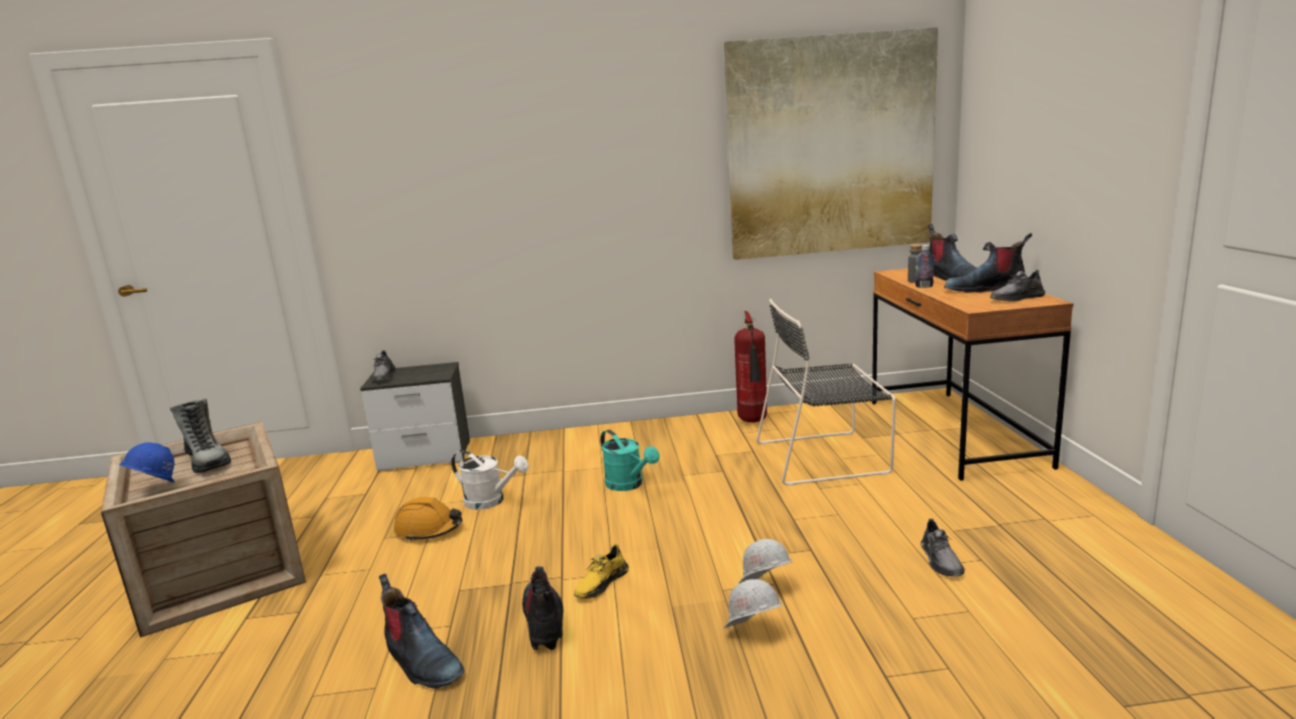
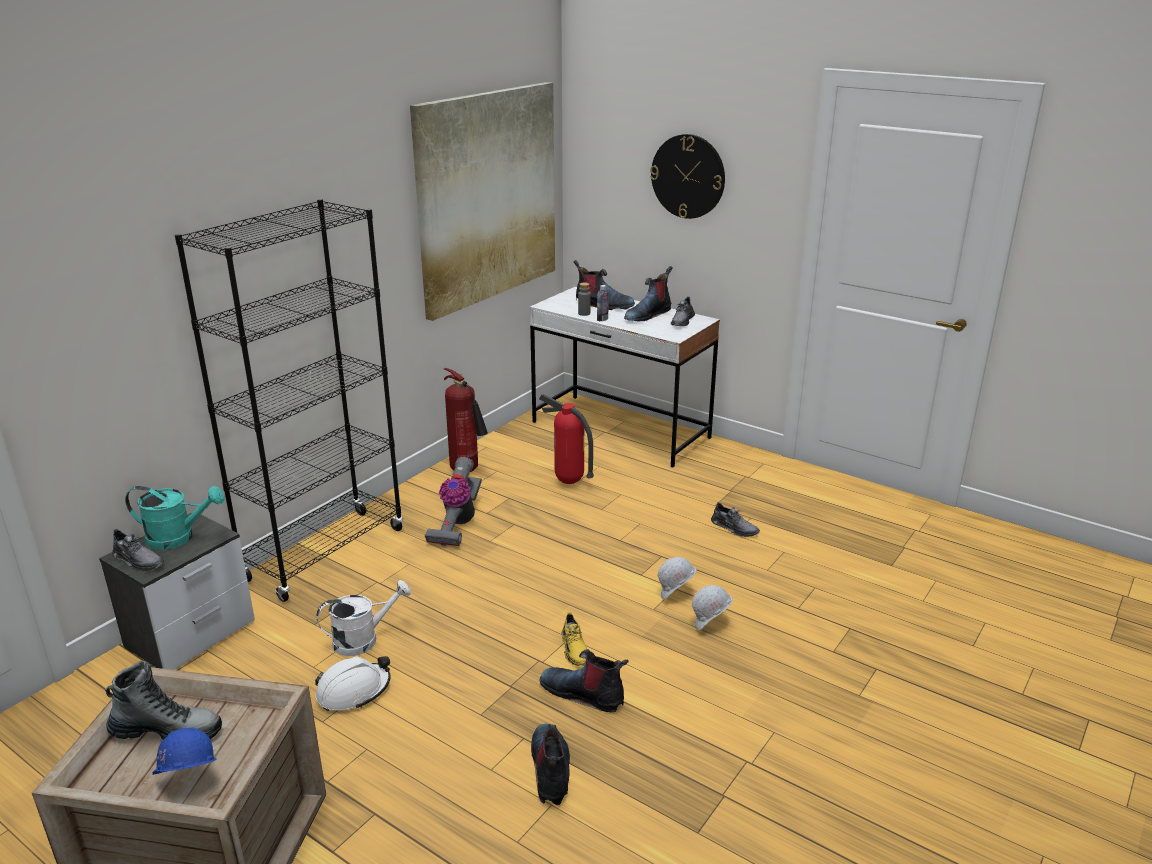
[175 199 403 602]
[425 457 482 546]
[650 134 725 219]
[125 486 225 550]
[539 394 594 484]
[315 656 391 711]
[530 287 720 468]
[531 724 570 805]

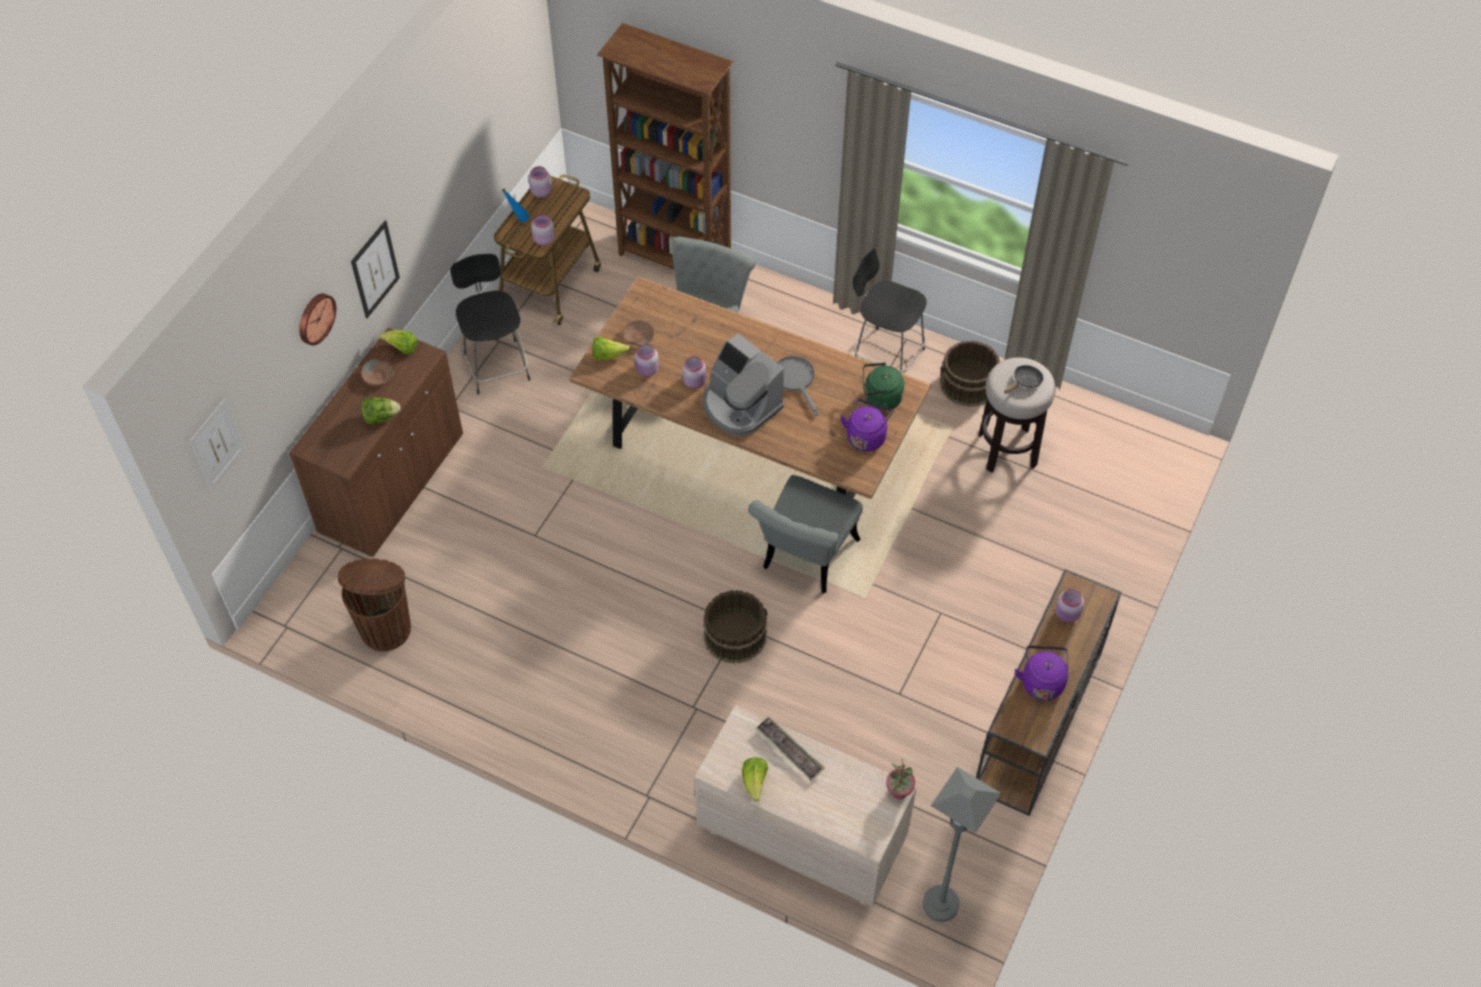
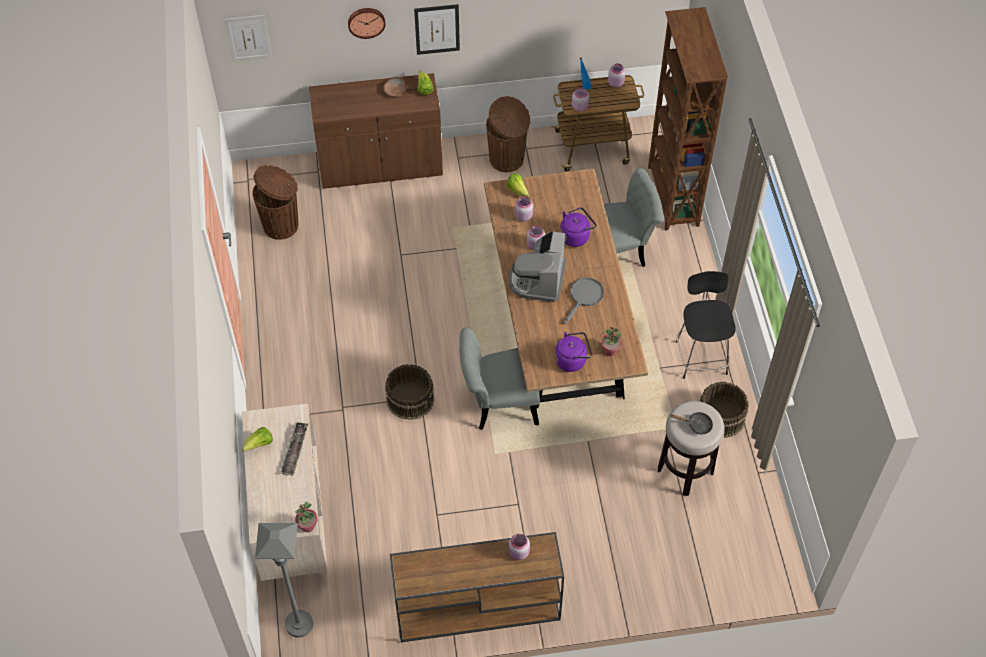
[361 397 400 425] (first image)
[622 320 654 346] (first image)
[560 207 597 247]
[486 96 531 172]
[601 327 622 356]

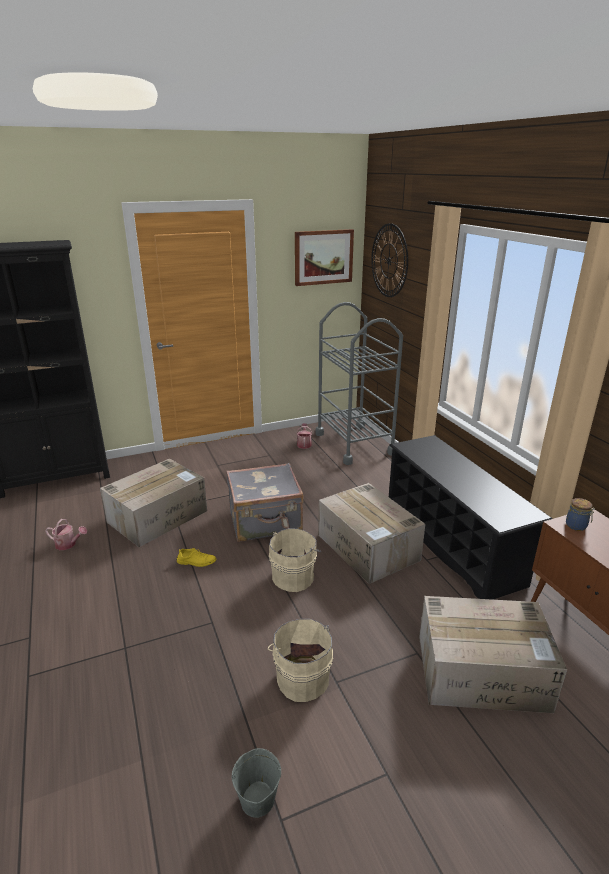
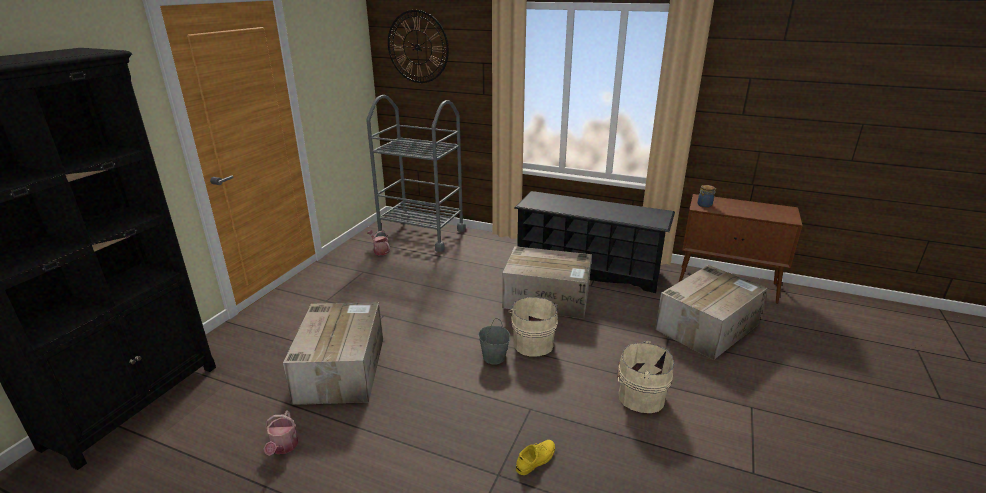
[226 463 304 542] (first image)
[295 229 354 286] (first image)
[516 440 555 475]
[478 318 510 365]
[264 410 298 456]

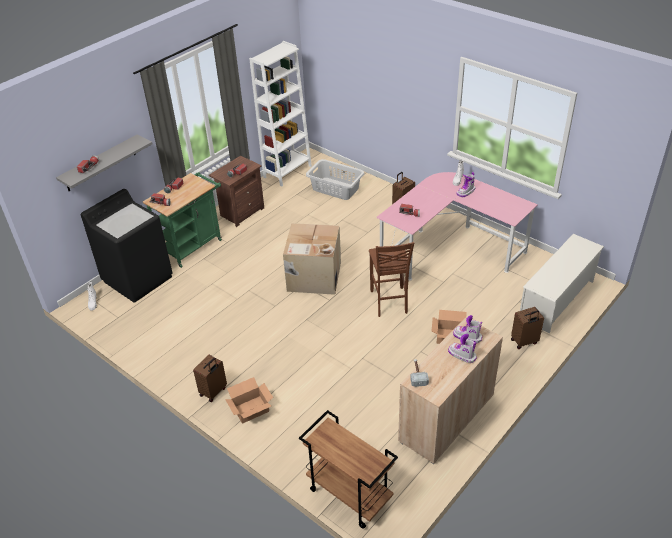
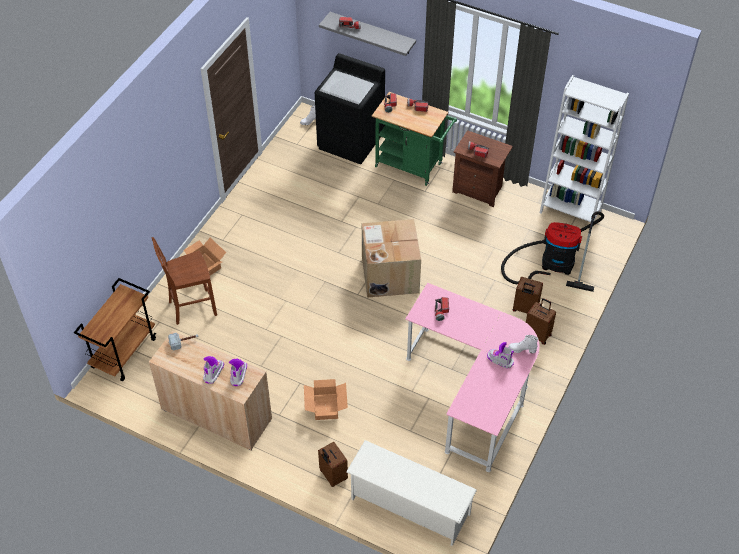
[513 277 543 313]
[152 237 217 325]
[501 211 604 292]

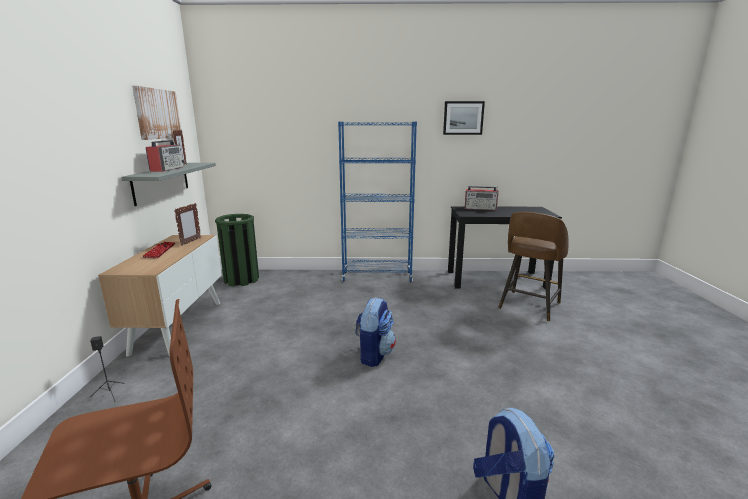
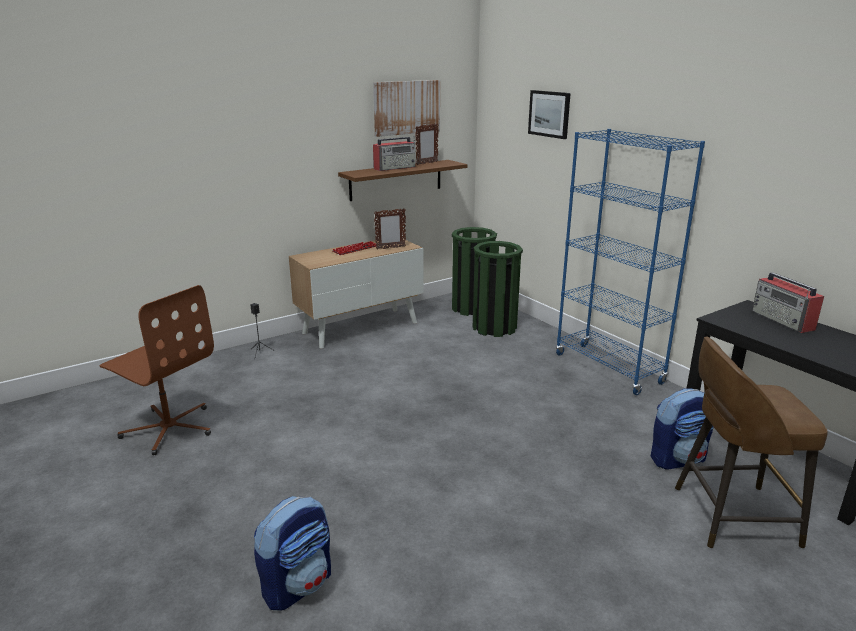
[473 241 523 337]
[651 389 714 470]
[528 90 571 139]
[338 160 467 201]

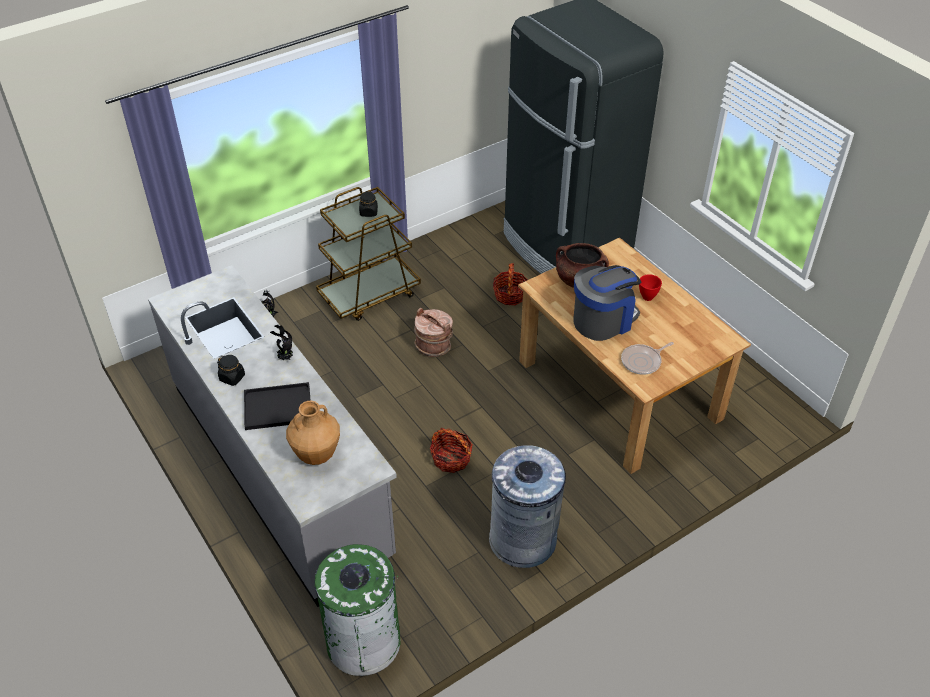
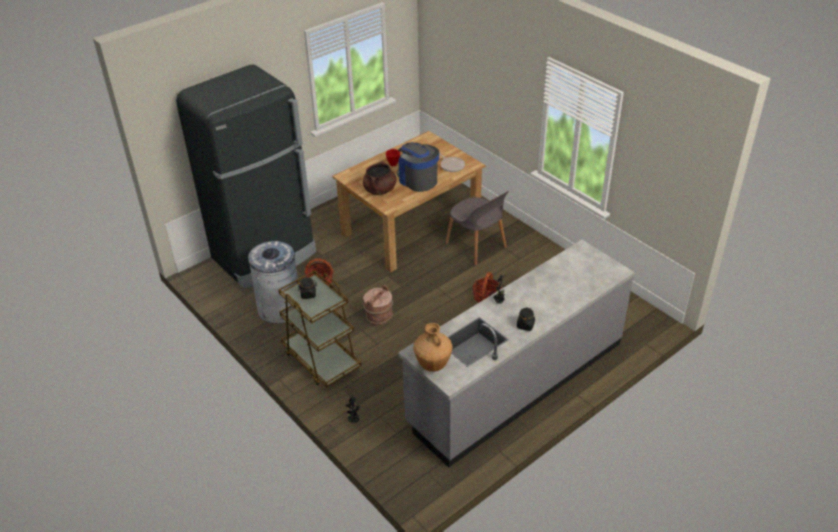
[244 382 310 430] (first image)
[315 544 400 676] (first image)
[445 191 509 265]
[413 323 453 372]
[248 241 298 324]

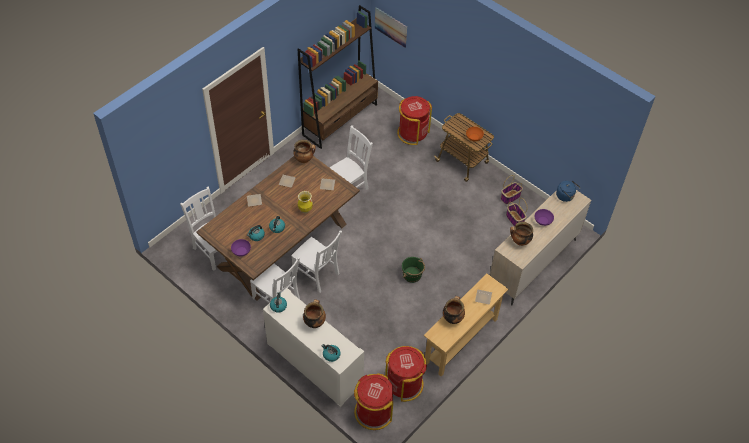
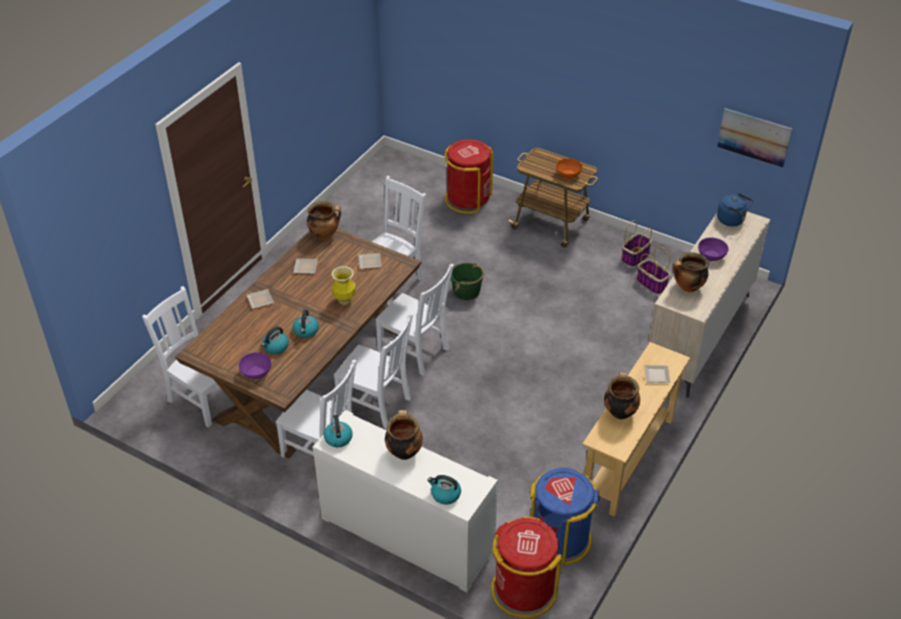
[298 5 378 149] (first image)
[375 264 454 376]
[717 108 792 168]
[451 263 485 300]
[530 468 599 565]

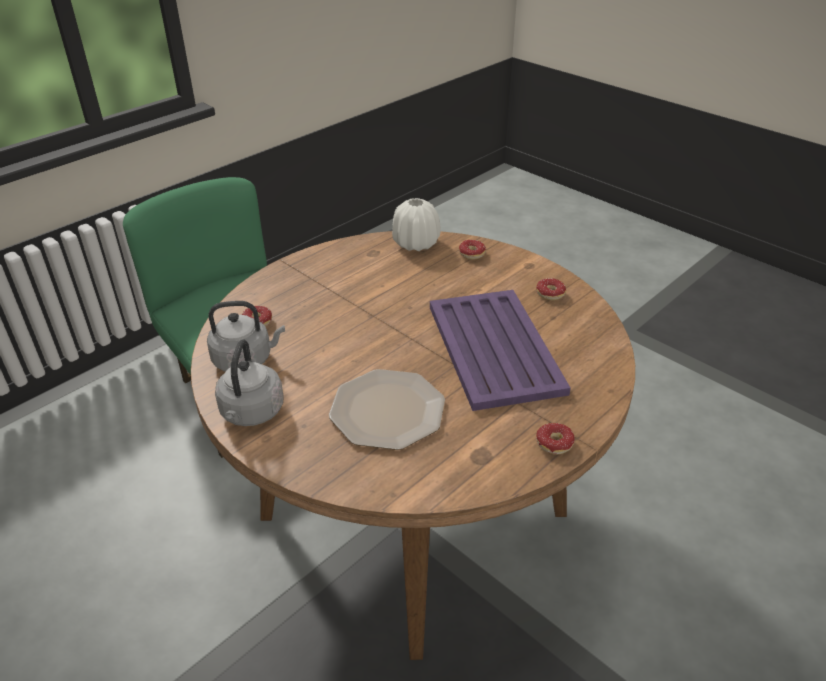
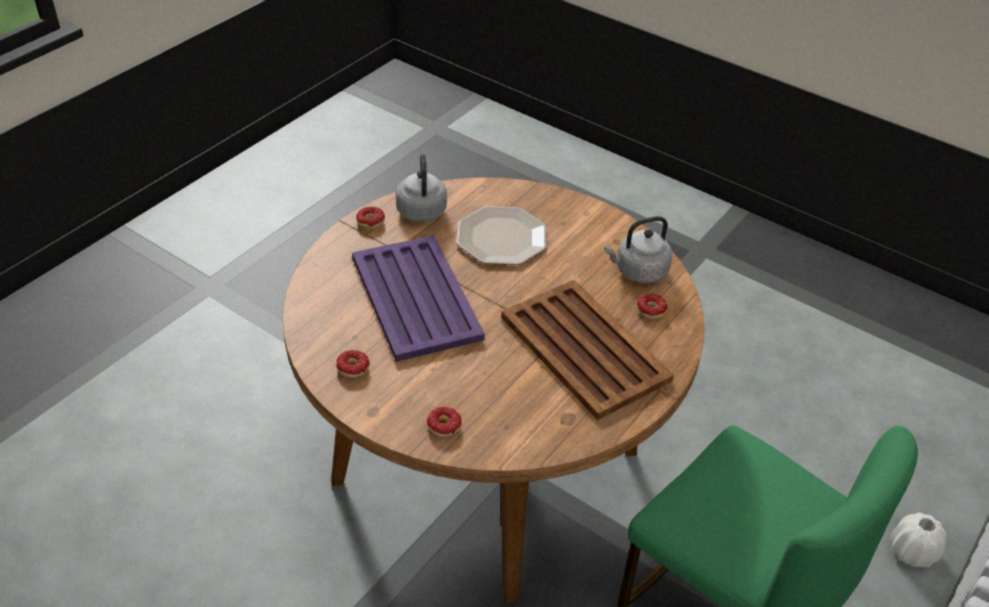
[501 280 674 420]
[396 154 447 222]
[891 512 947 567]

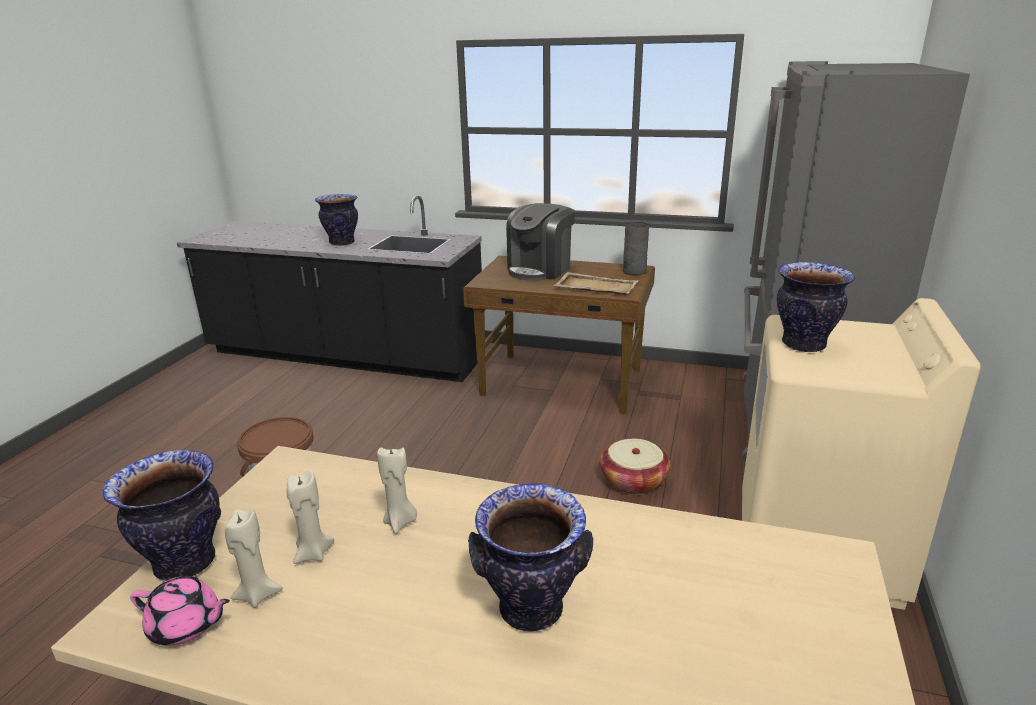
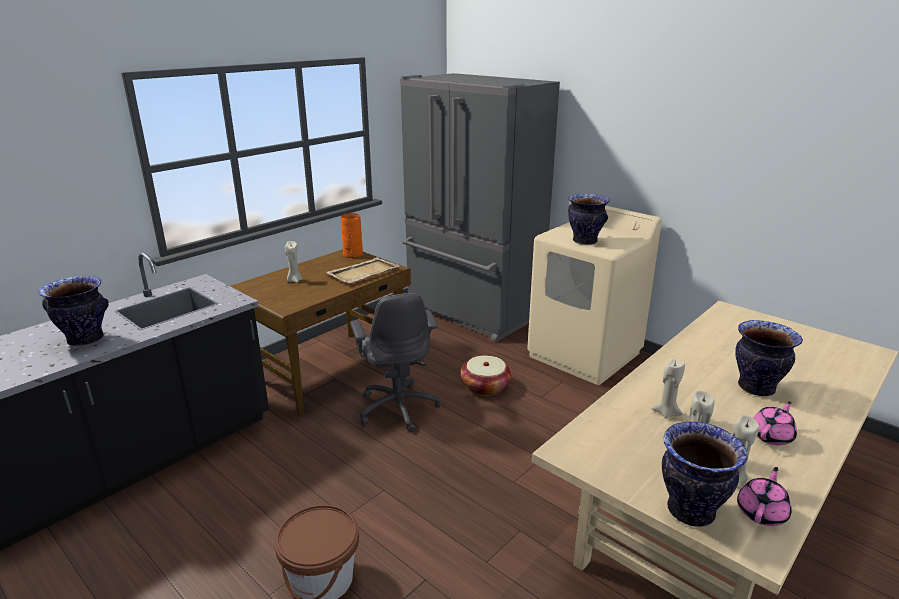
[350 293 440 432]
[753 401 797 445]
[285 241 302 283]
[341 213 363 258]

